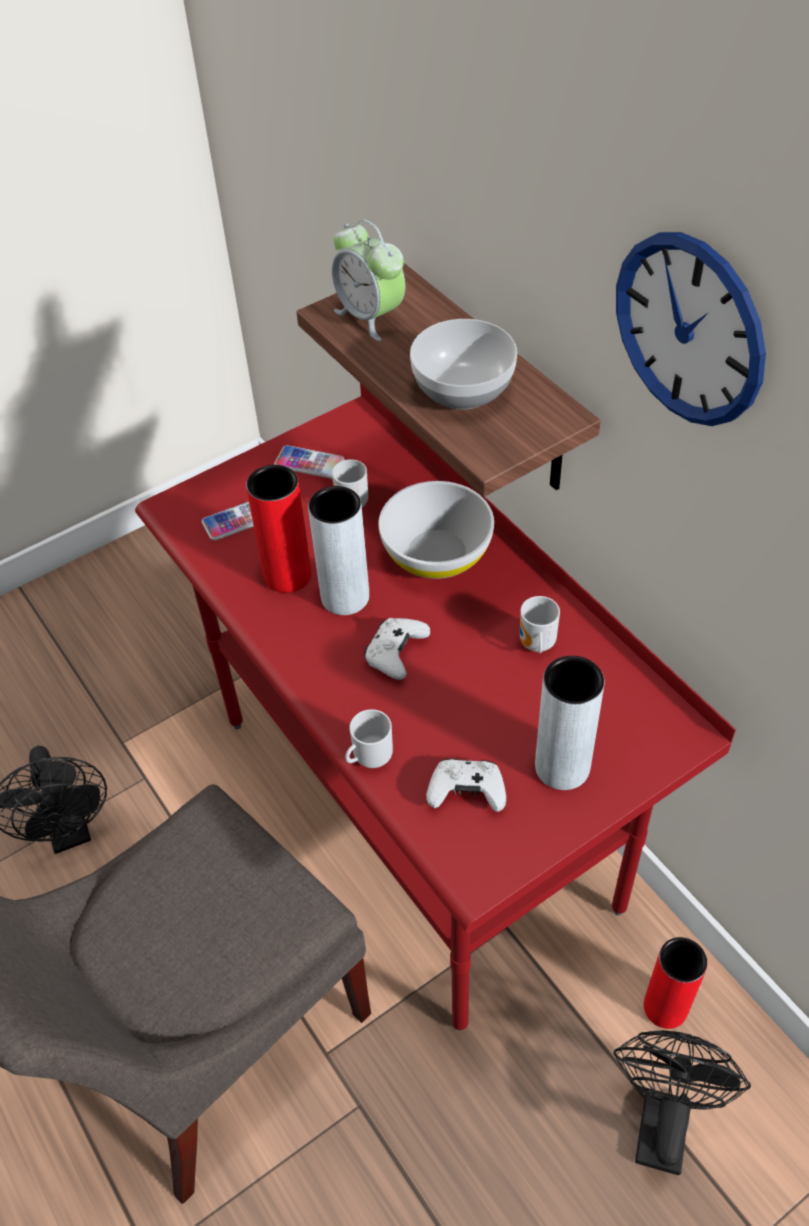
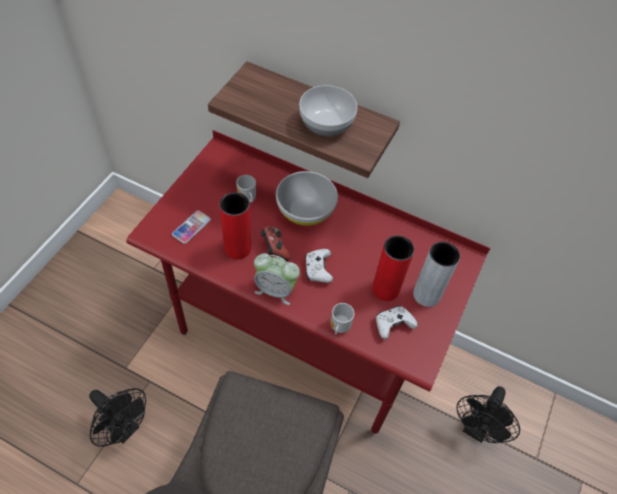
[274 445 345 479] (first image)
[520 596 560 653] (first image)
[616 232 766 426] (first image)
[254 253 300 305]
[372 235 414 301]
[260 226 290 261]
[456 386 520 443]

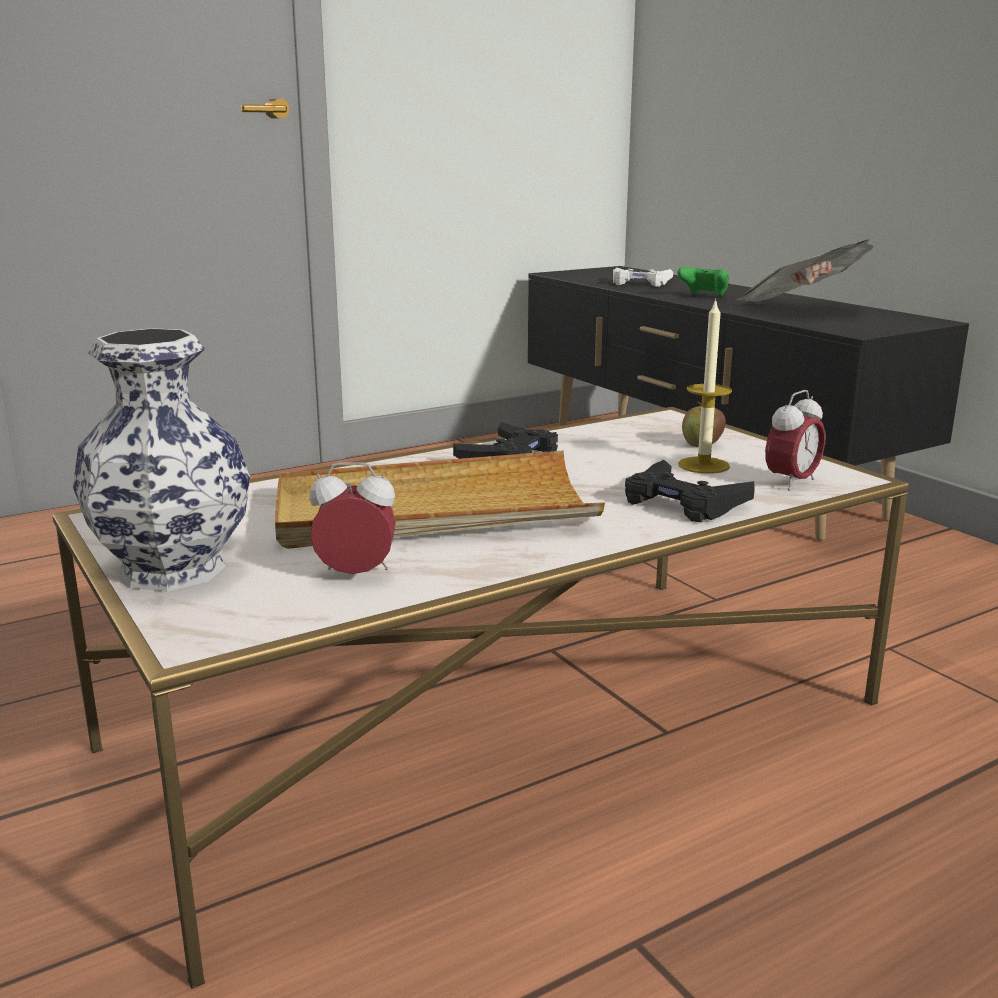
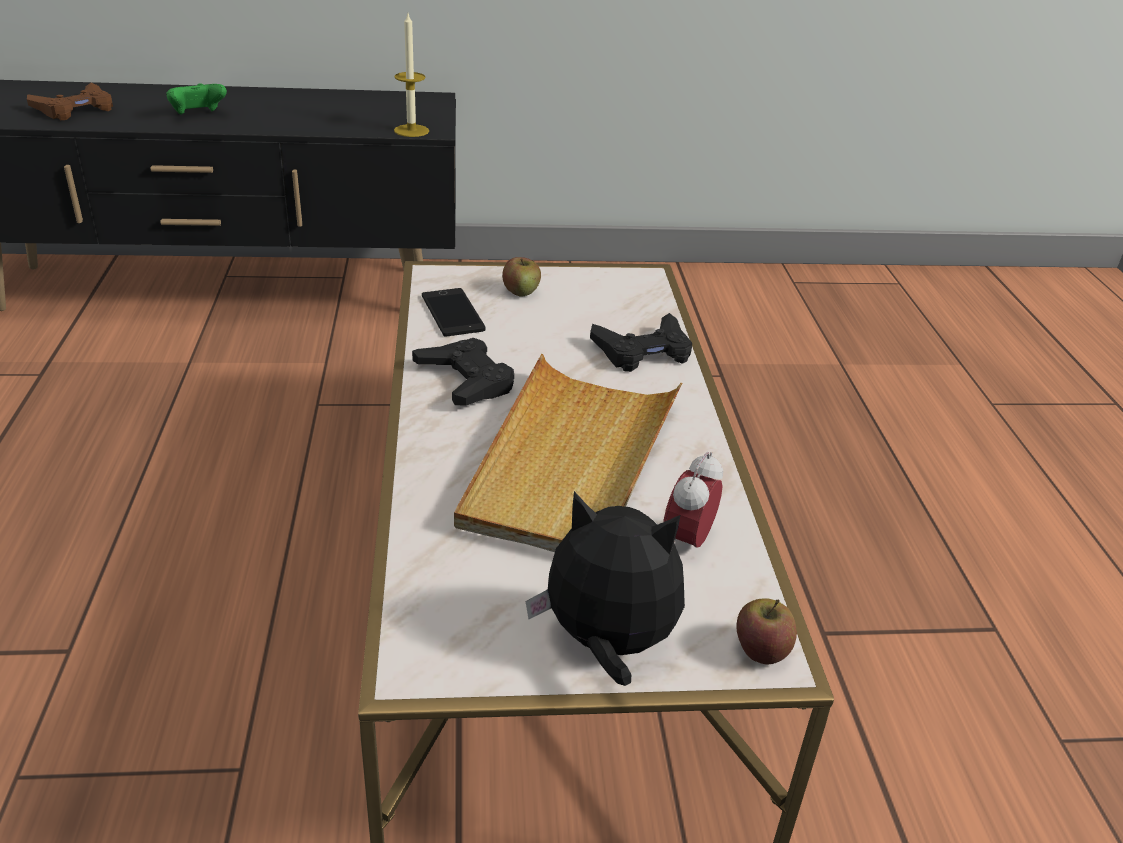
[736 239 874 302] (first image)
[765 390 825 491] (first image)
[422 288 485 336]
[737 598 797 664]
[394 14 429 137]
[526 491 685 686]
[27 83 113 120]

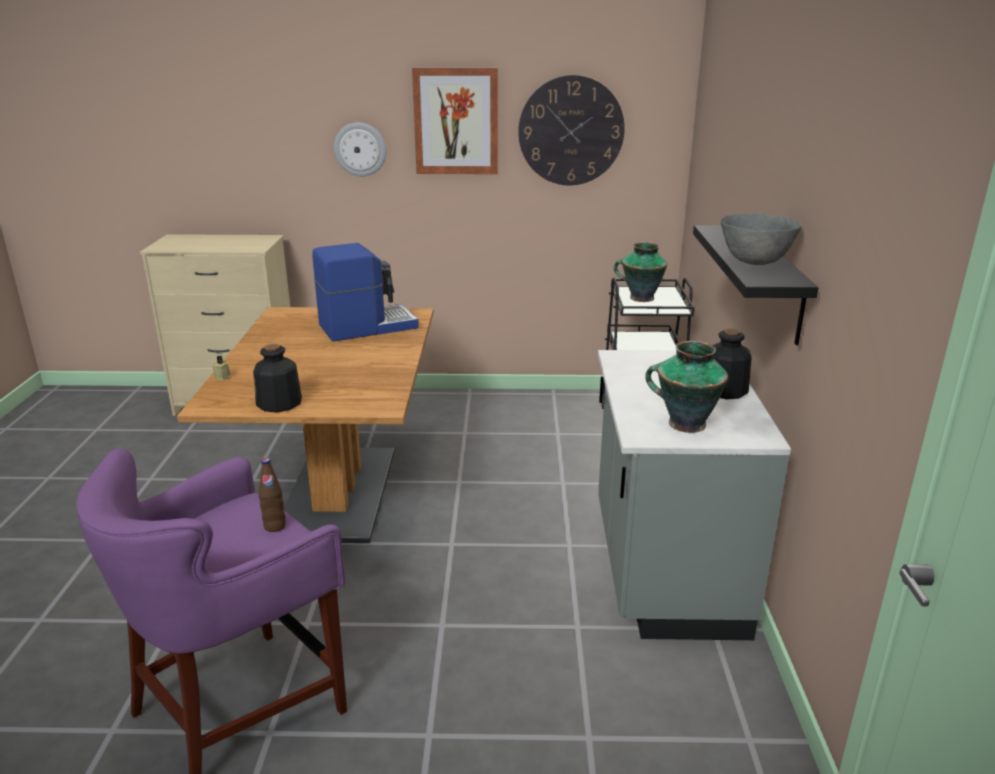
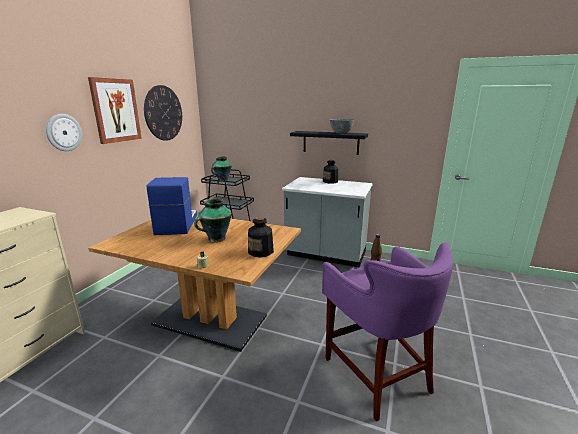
[194 199 232 243]

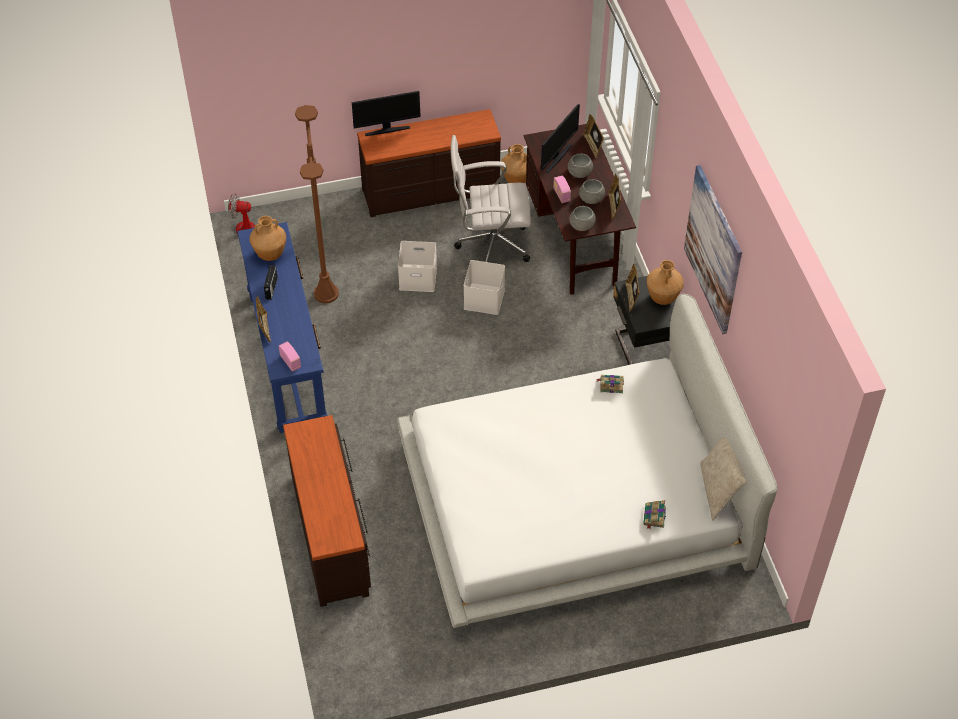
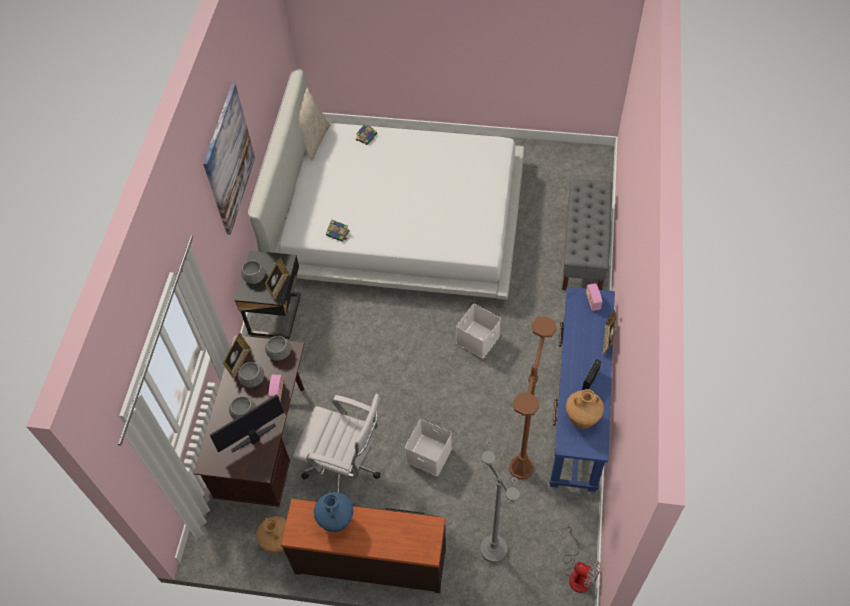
[352 91 421 136] (first image)
[583 114 604 158] (first image)
[314 491 353 532]
[480 439 520 563]
[456 304 501 358]
[562 179 612 290]
[241 261 265 284]

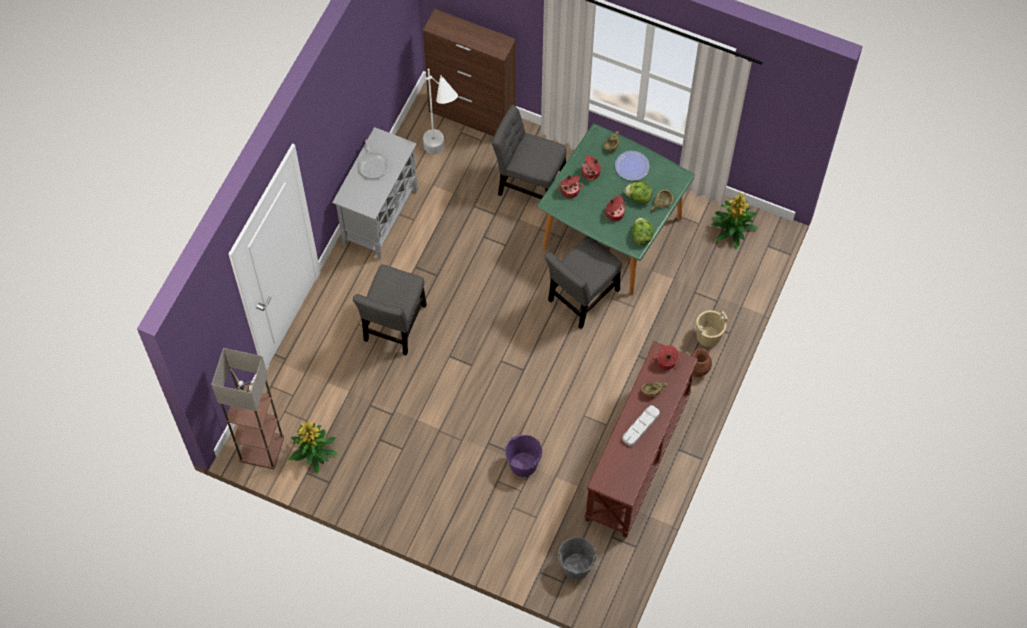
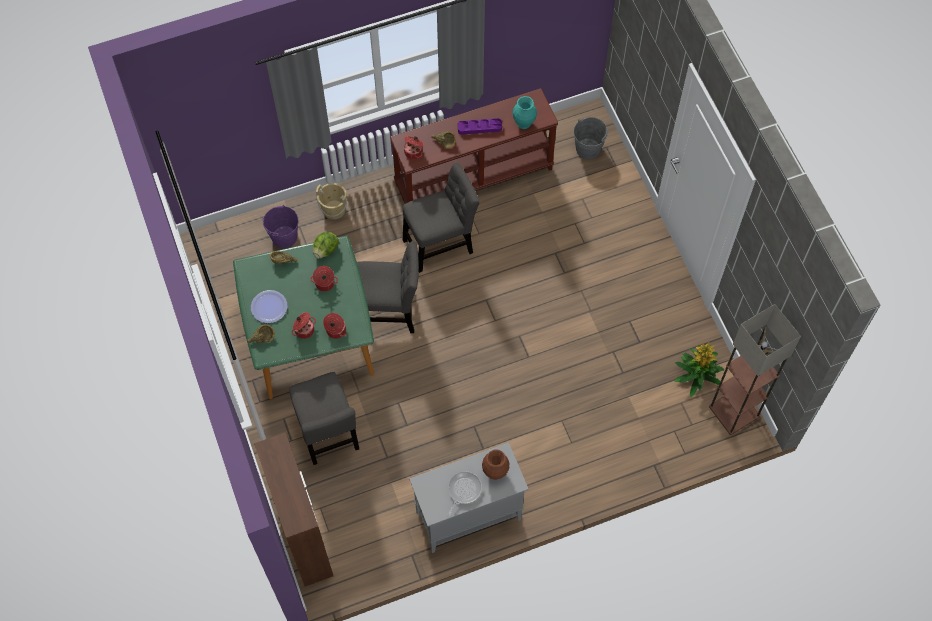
[423 68 458 154] (first image)
[624 181 652 203] (first image)
[711 191 758 249] (first image)
[513 96 537 129]
[402 162 480 273]
[262 205 299 248]
[482 449 509 480]
[458 118 502 135]

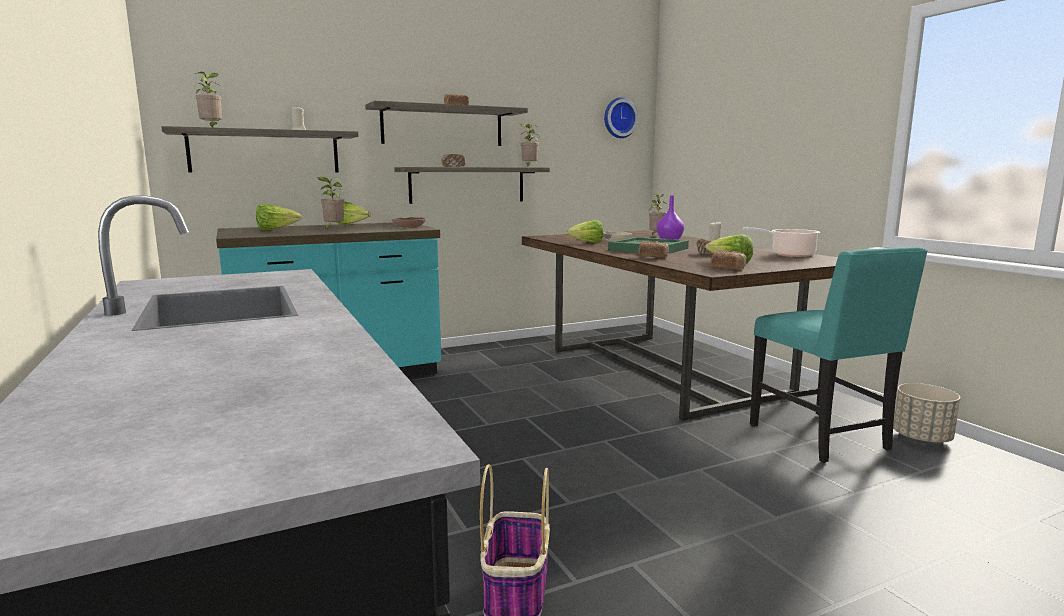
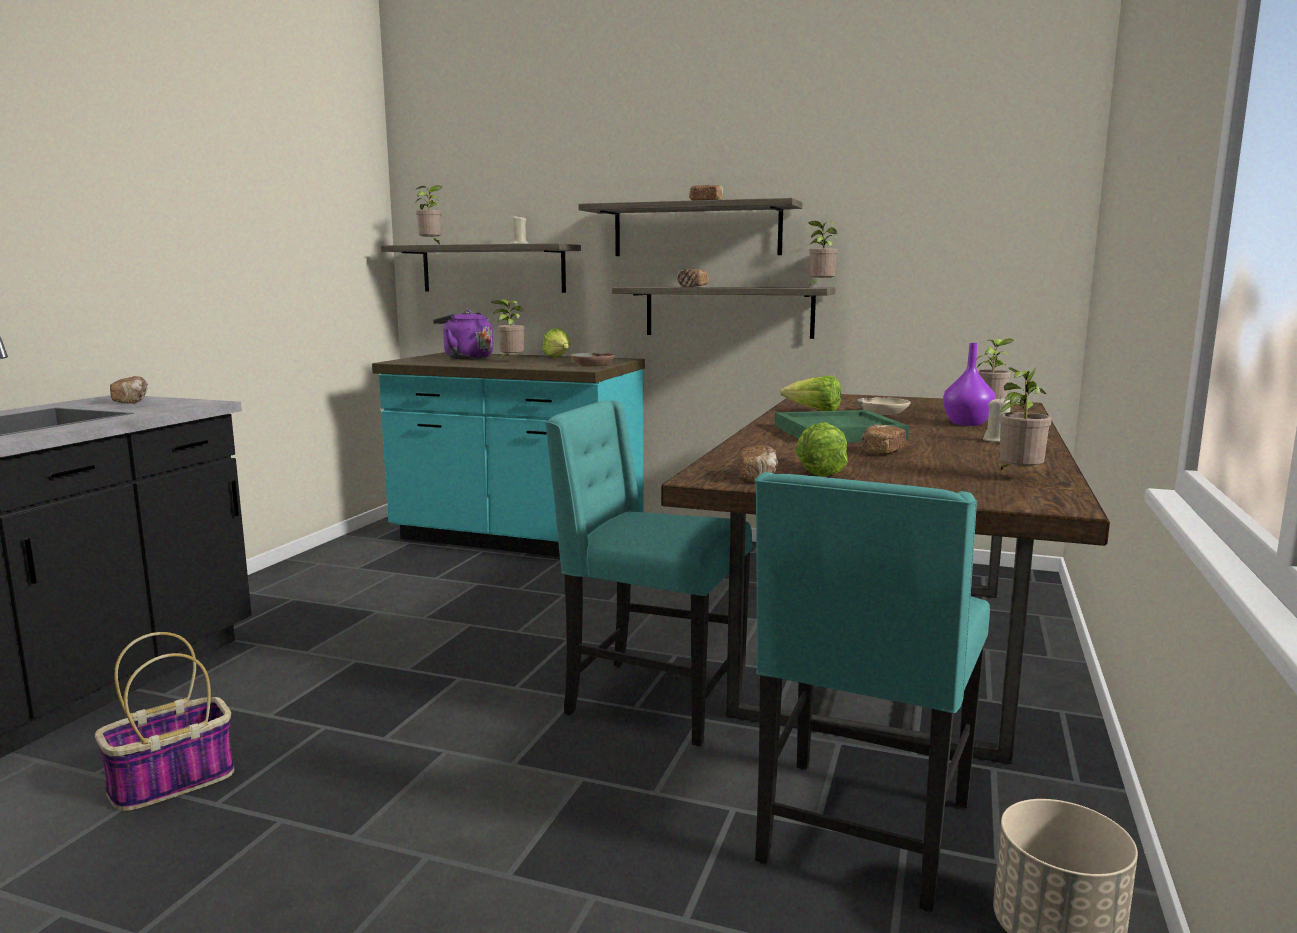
[604 97 638 138] (first image)
[545 400 752 746]
[110 376 148 404]
[433 310 493 359]
[999 367 1052 471]

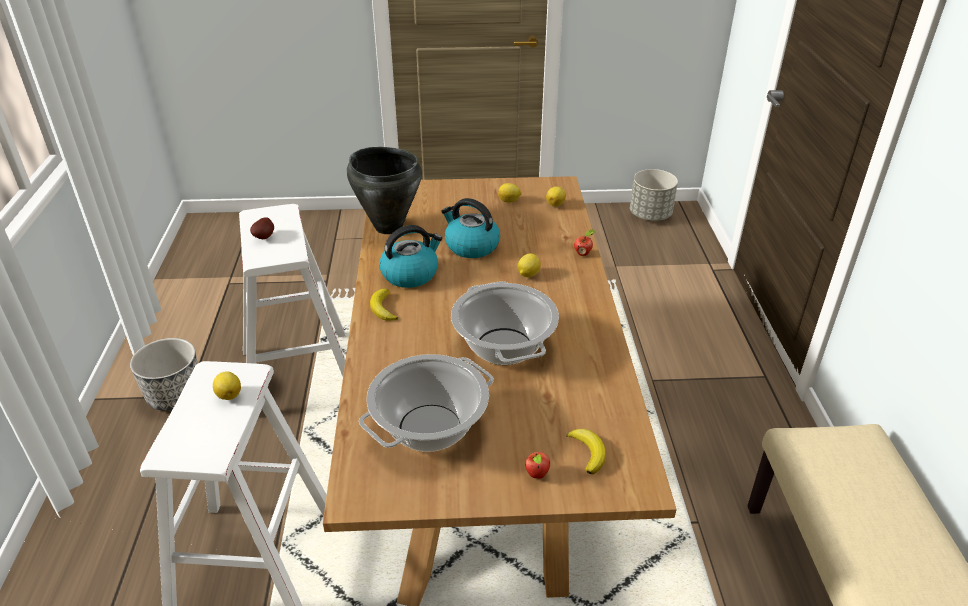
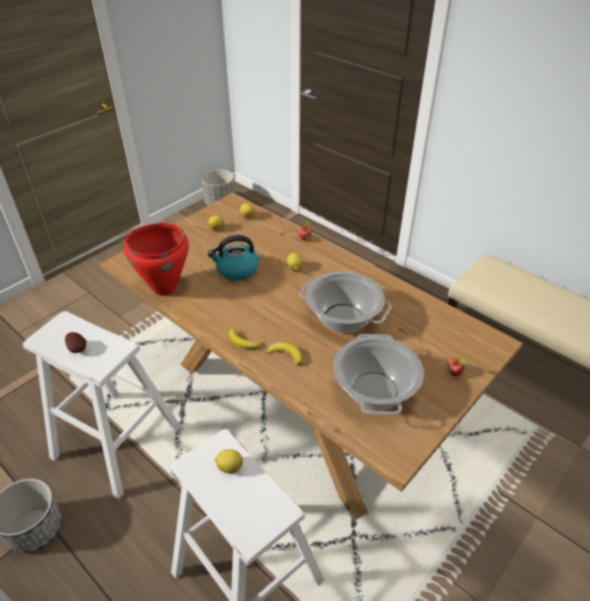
[379 225 442 288] (first image)
[267 342 302 365]
[124 223 189 296]

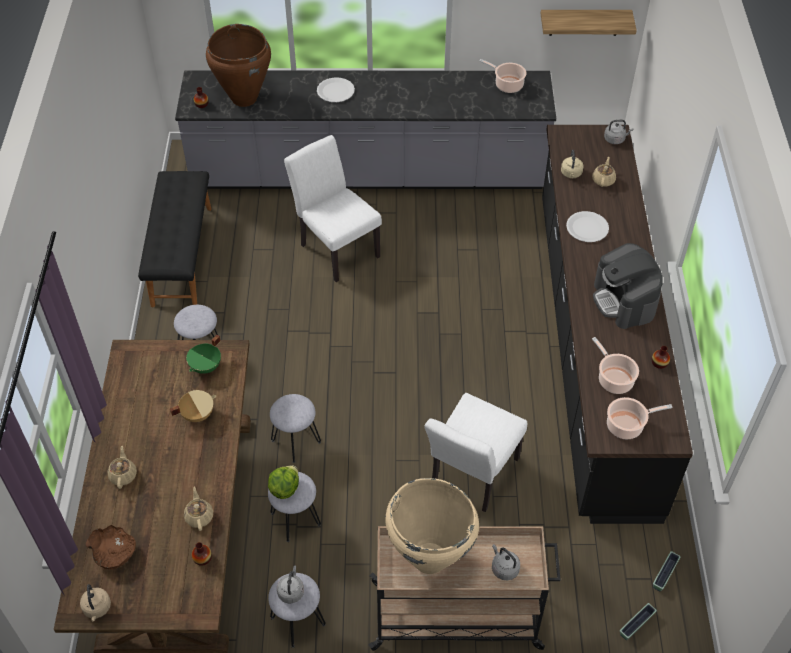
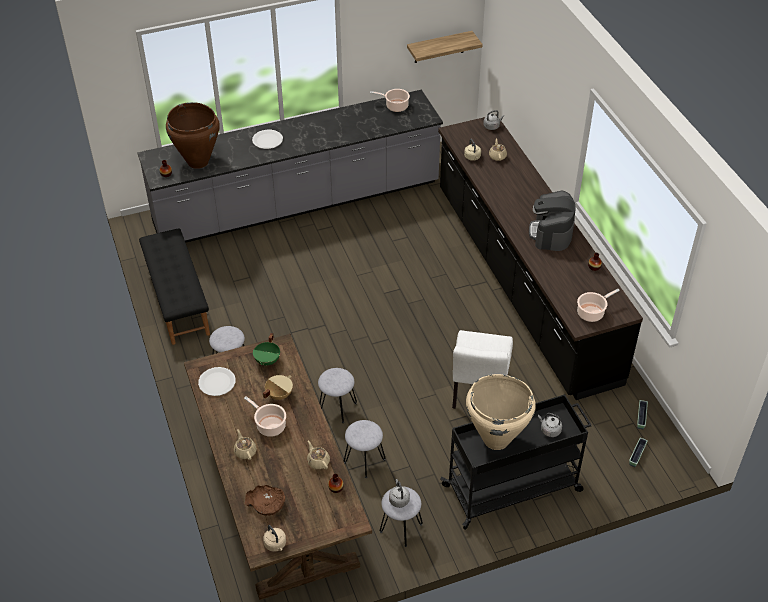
[268 466 299 499] (first image)
[284 135 382 282] (first image)
[198 367 236 396]
[244 396 286 437]
[440 394 592 530]
[529 190 575 251]

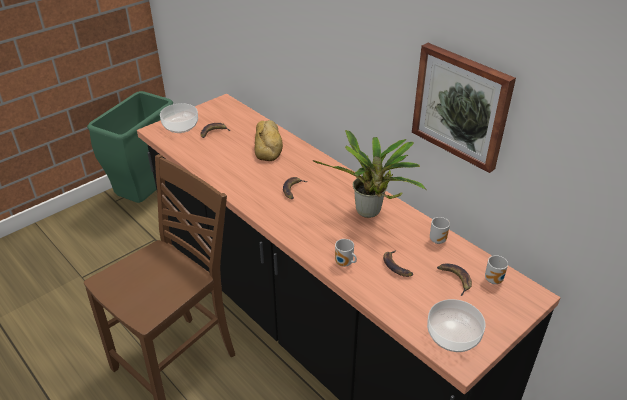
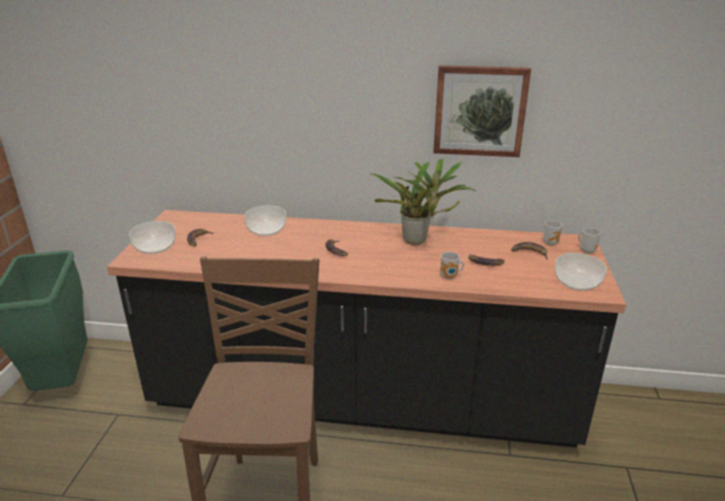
[578 228 601 253]
[244 206 286 236]

